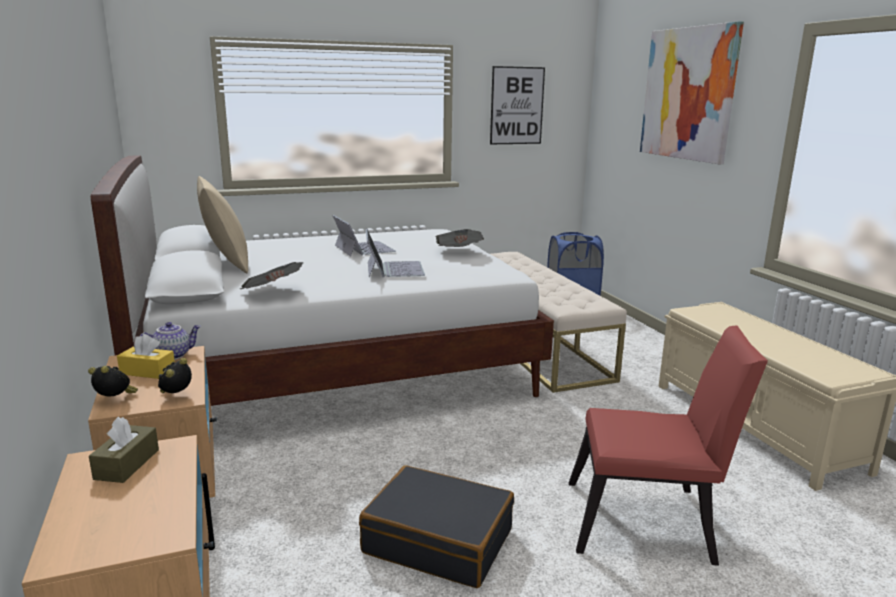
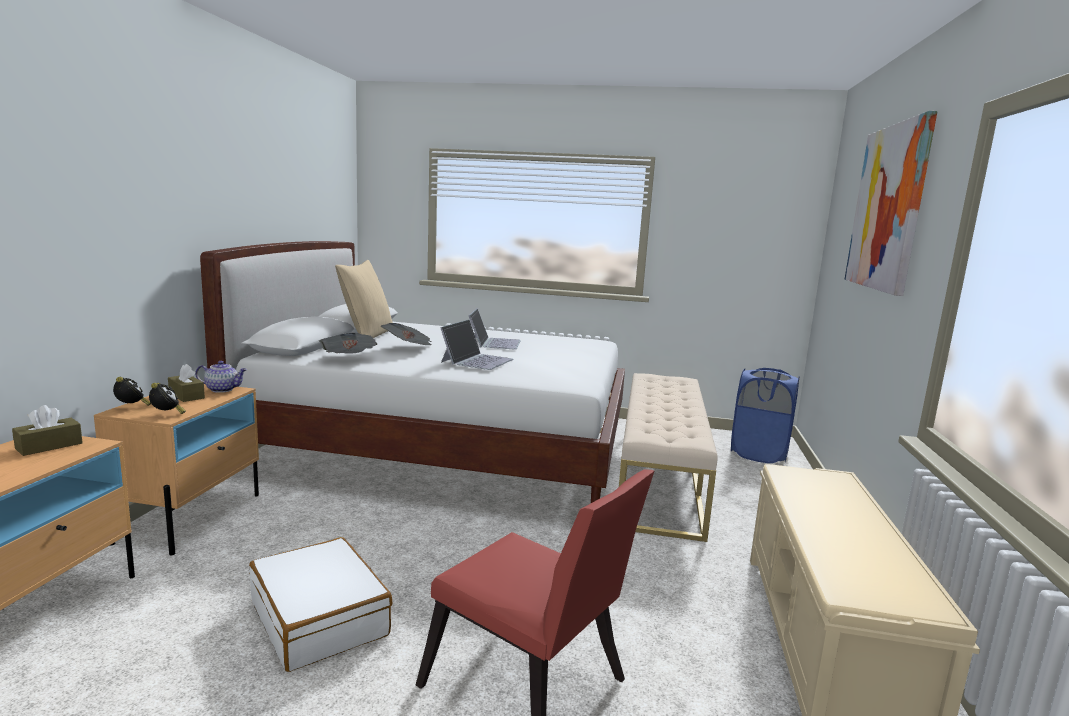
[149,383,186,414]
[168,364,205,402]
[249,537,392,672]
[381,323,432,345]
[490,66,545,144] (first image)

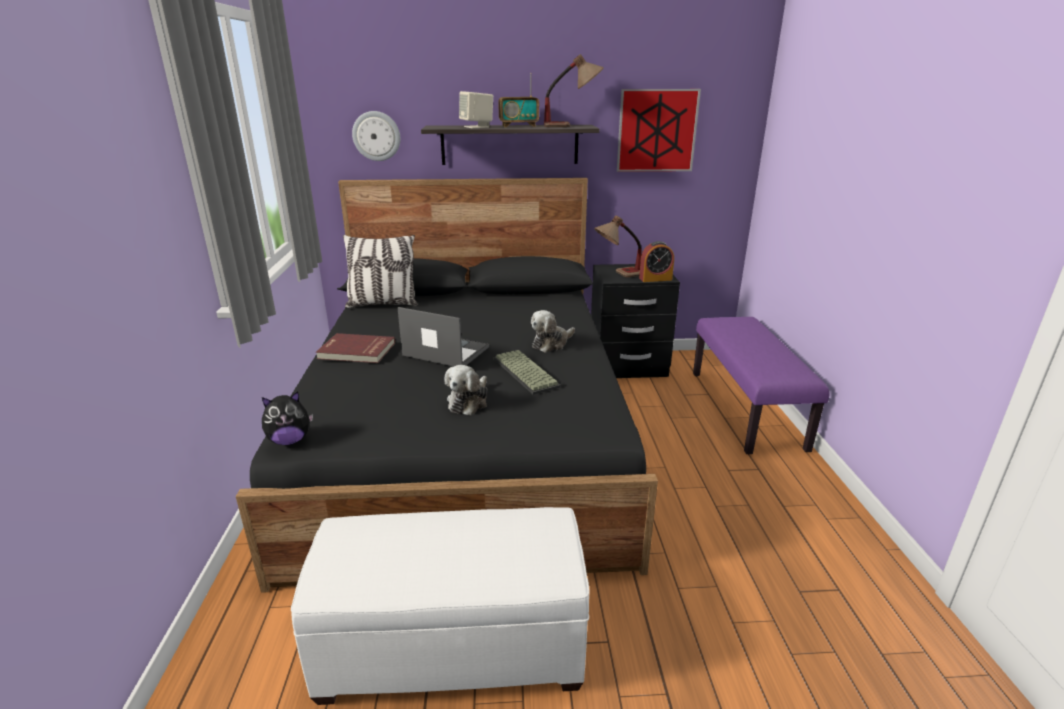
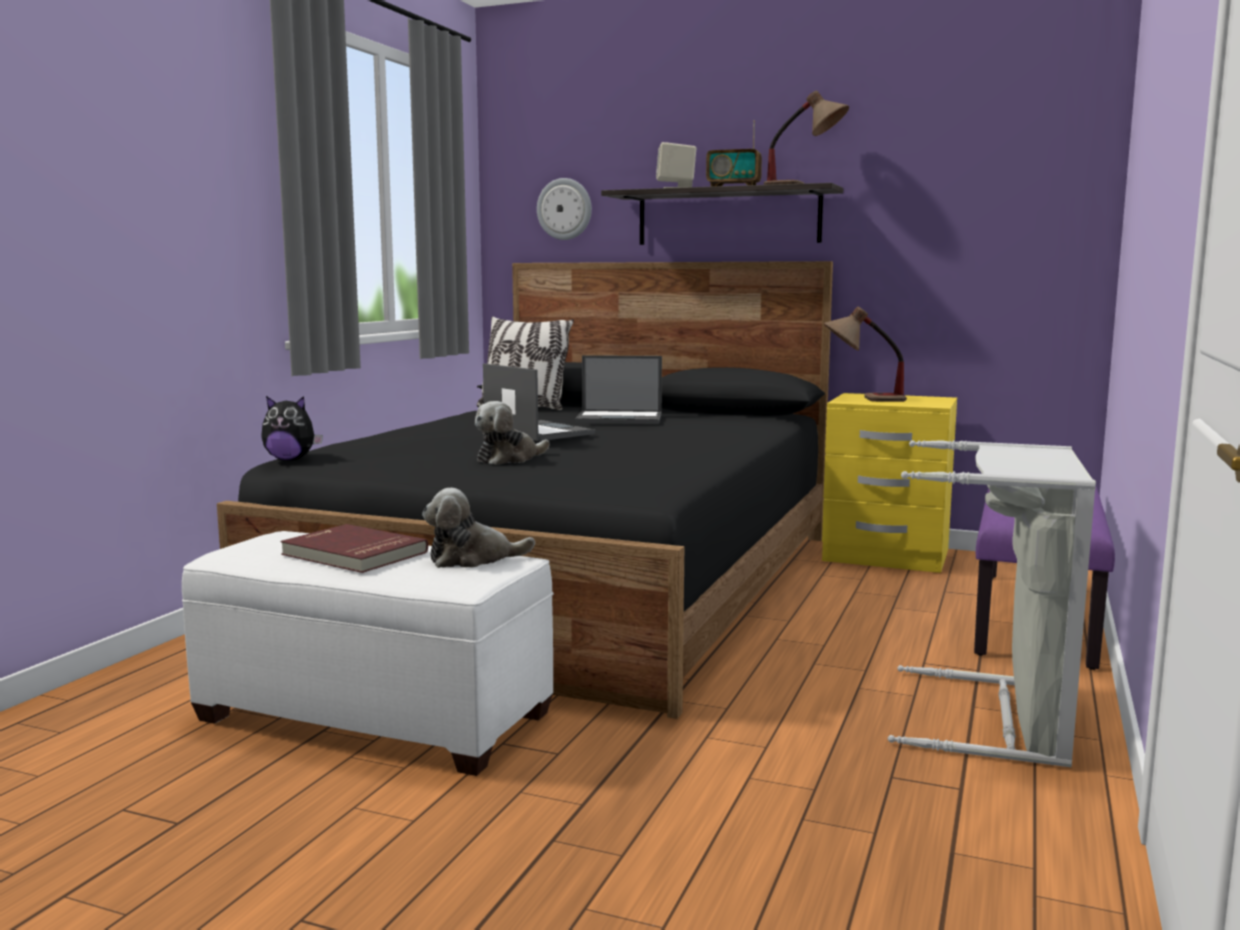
[281,524,428,573]
[422,488,535,568]
[575,355,662,424]
[822,393,957,573]
[888,440,1096,767]
[494,350,561,395] (first image)
[617,89,701,172] (first image)
[639,241,674,282] (first image)

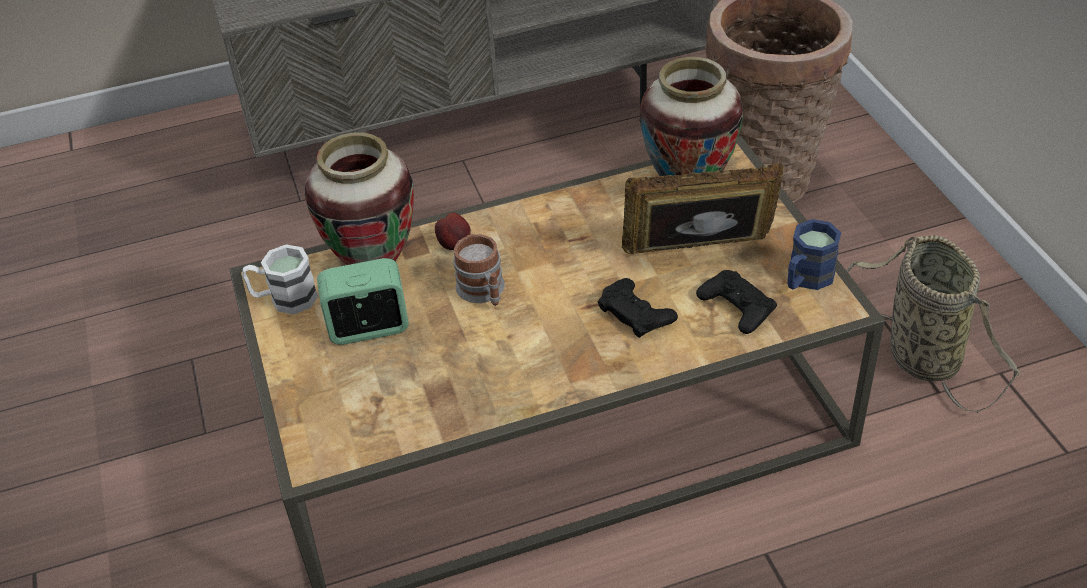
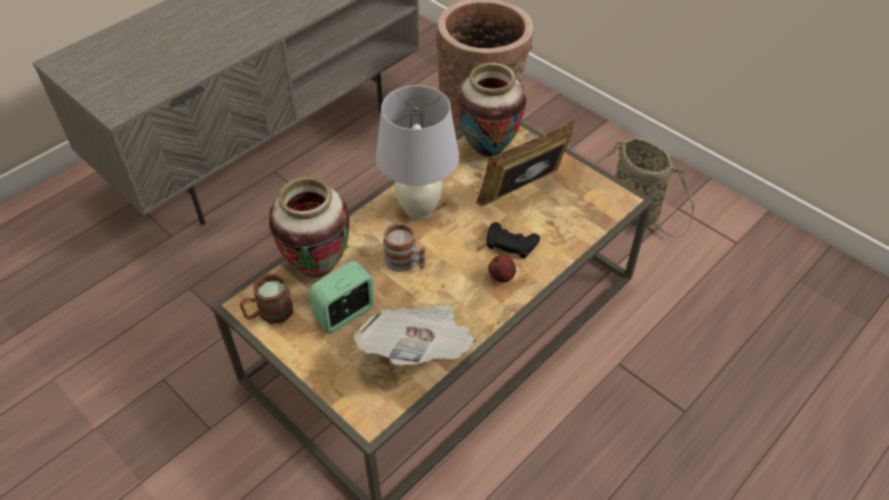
[240,273,293,324]
[354,305,476,365]
[376,85,459,219]
[488,255,516,283]
[696,270,777,334] (first image)
[787,219,841,290] (first image)

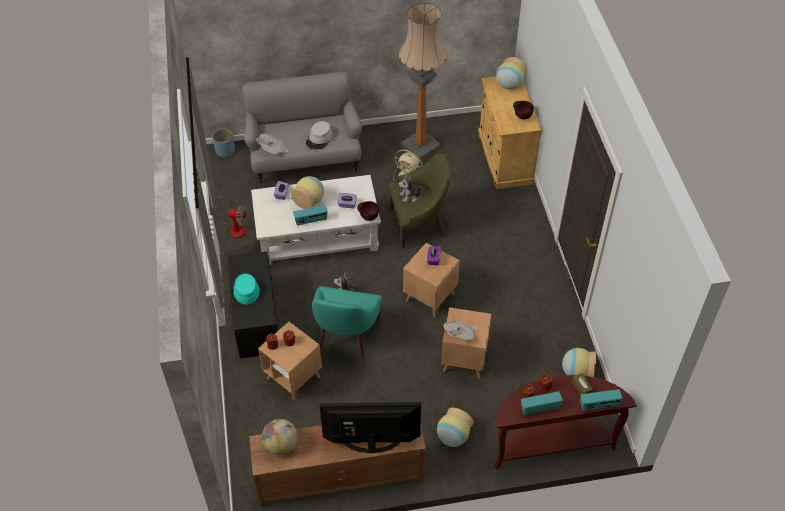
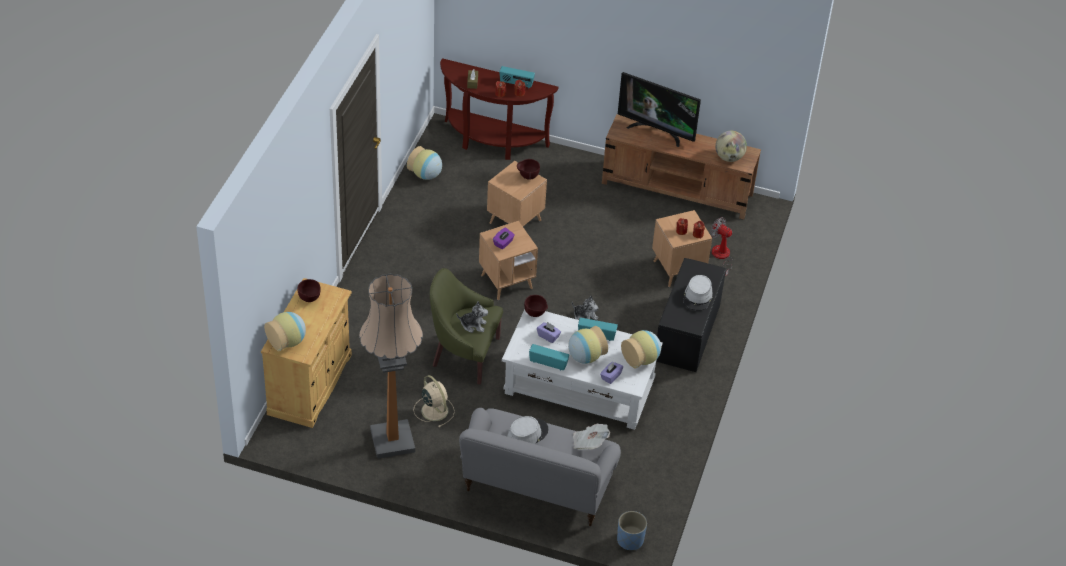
[517,159,540,180]
[529,344,569,370]
[621,330,661,368]
[683,275,713,311]
[710,217,733,276]
[312,286,382,358] (first image)

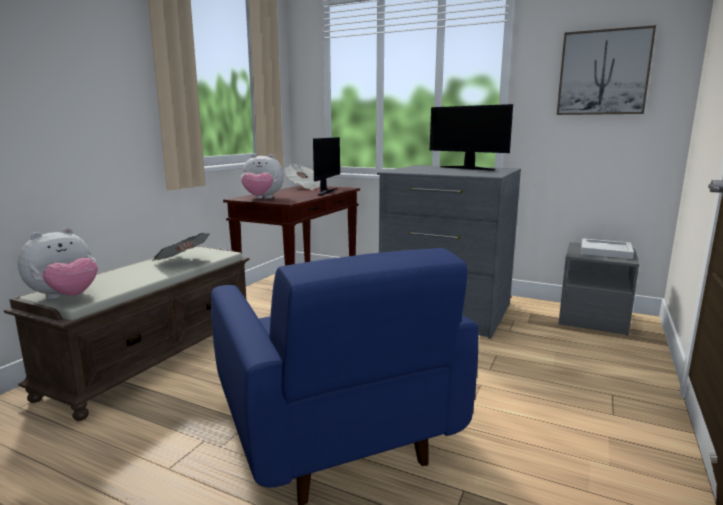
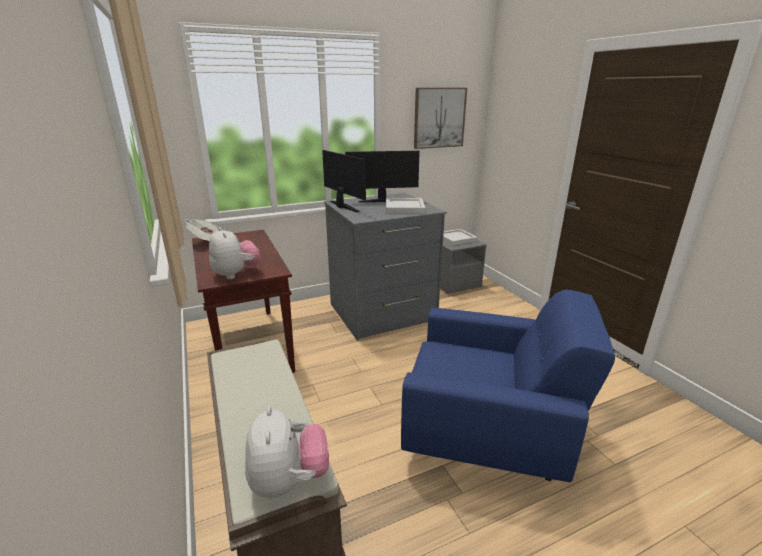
[209,227,261,279]
[322,150,366,212]
[386,198,425,213]
[152,233,210,261] (first image)

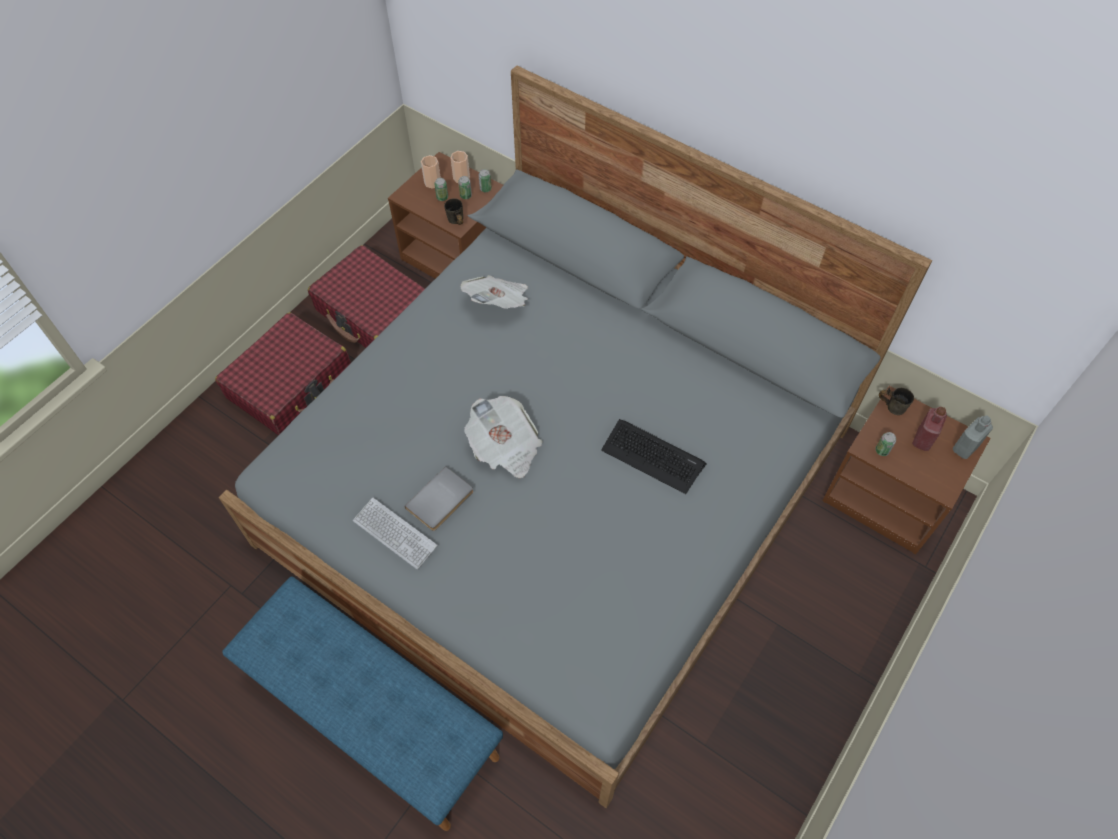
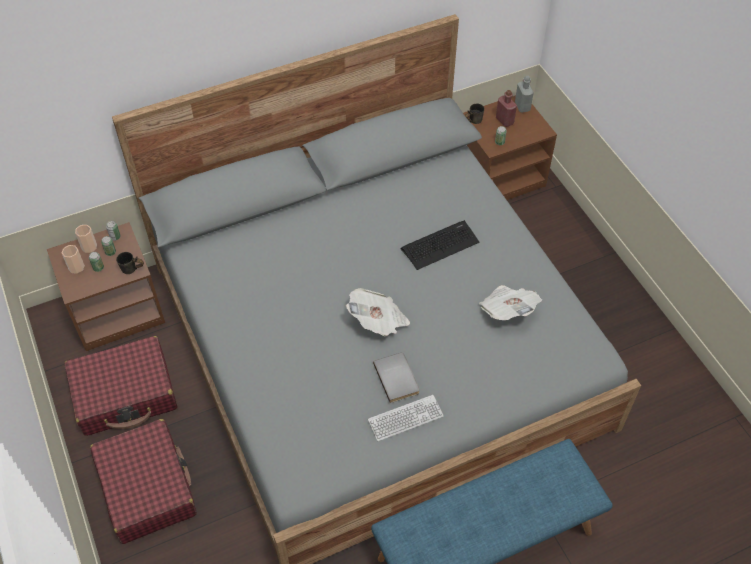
[479,285,542,320]

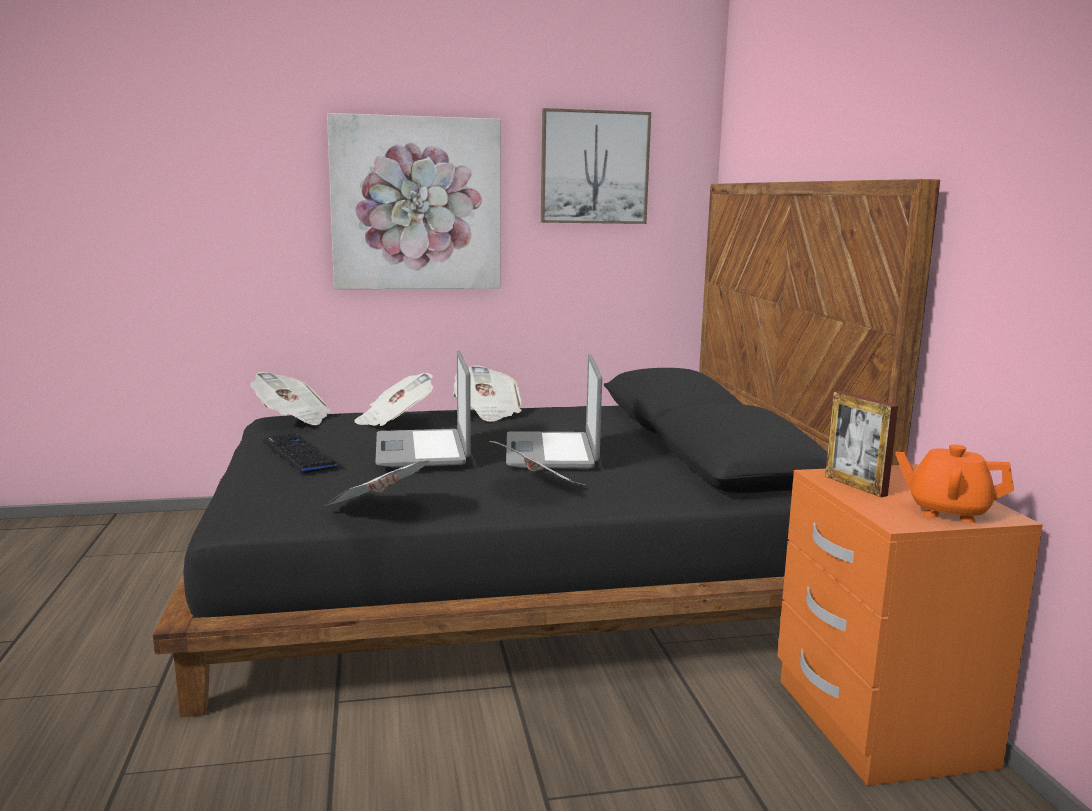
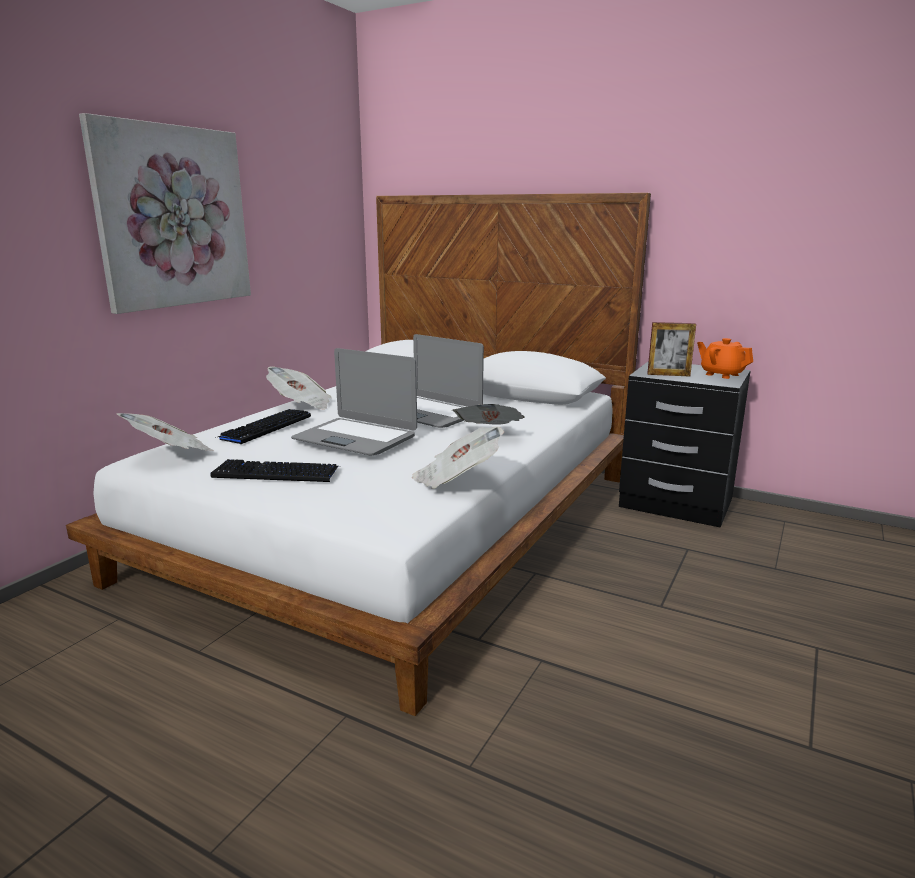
[66,193,651,716]
[215,409,311,444]
[619,361,751,528]
[697,338,753,379]
[541,108,651,224] (first image)

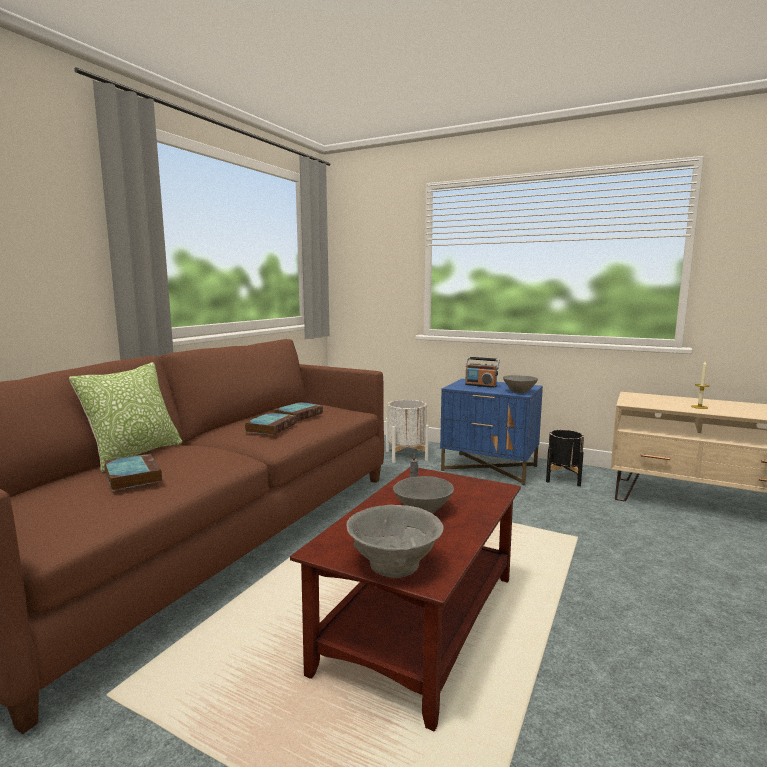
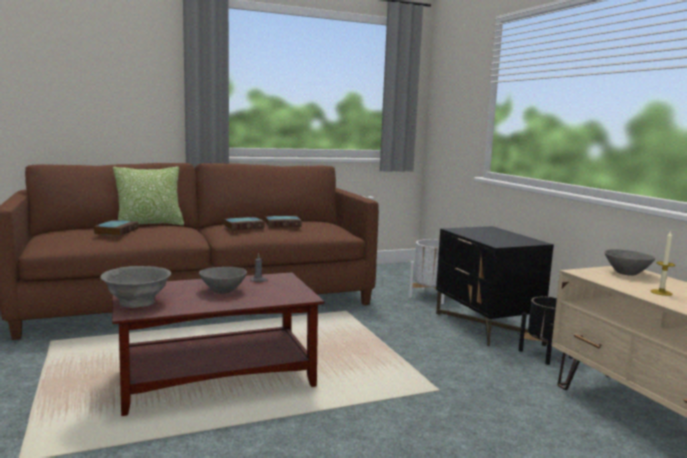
[436,226,554,346]
[604,249,655,275]
[465,357,500,388] (first image)

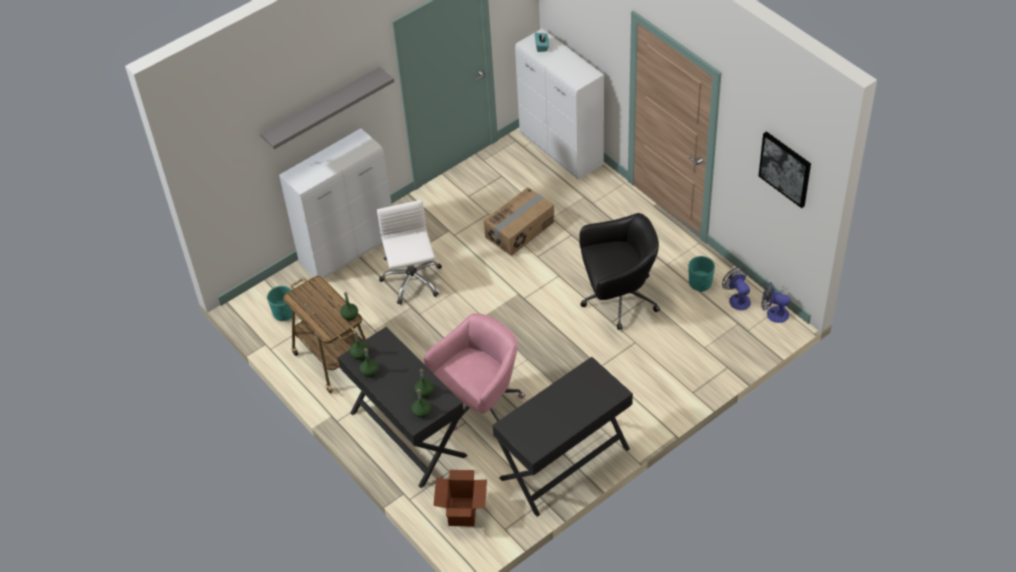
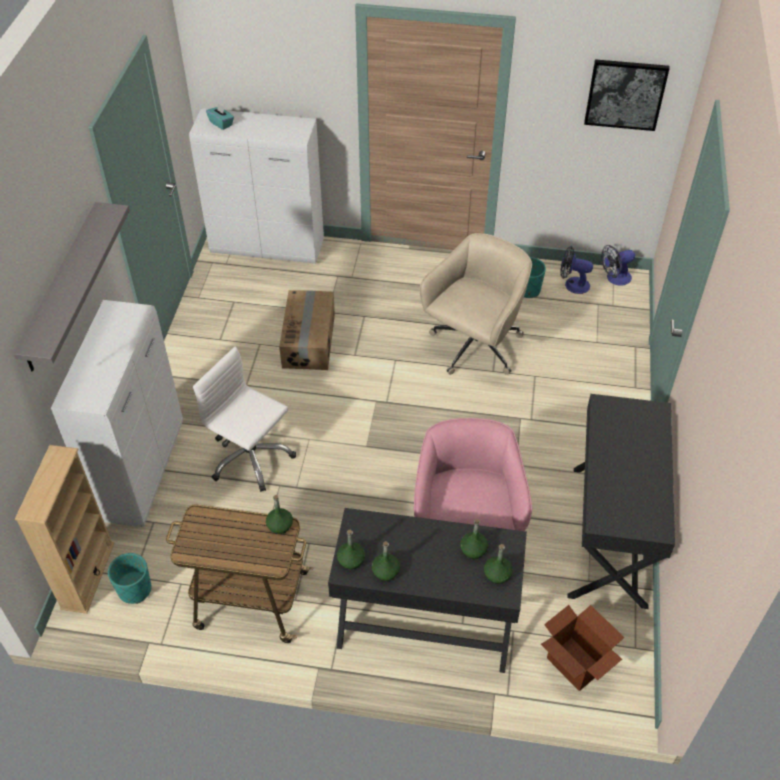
[15,445,115,614]
[420,233,532,375]

